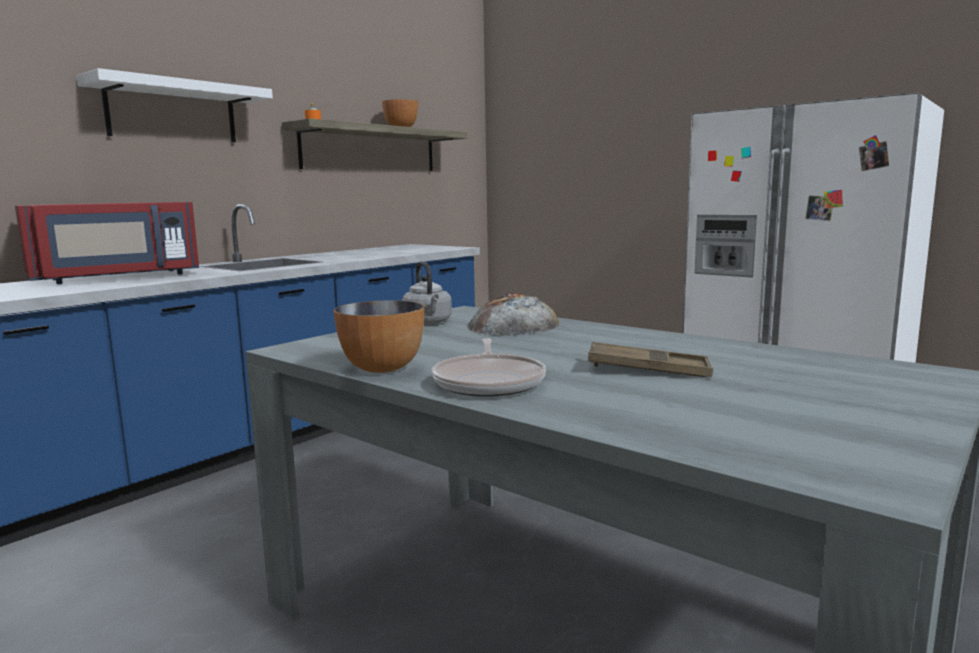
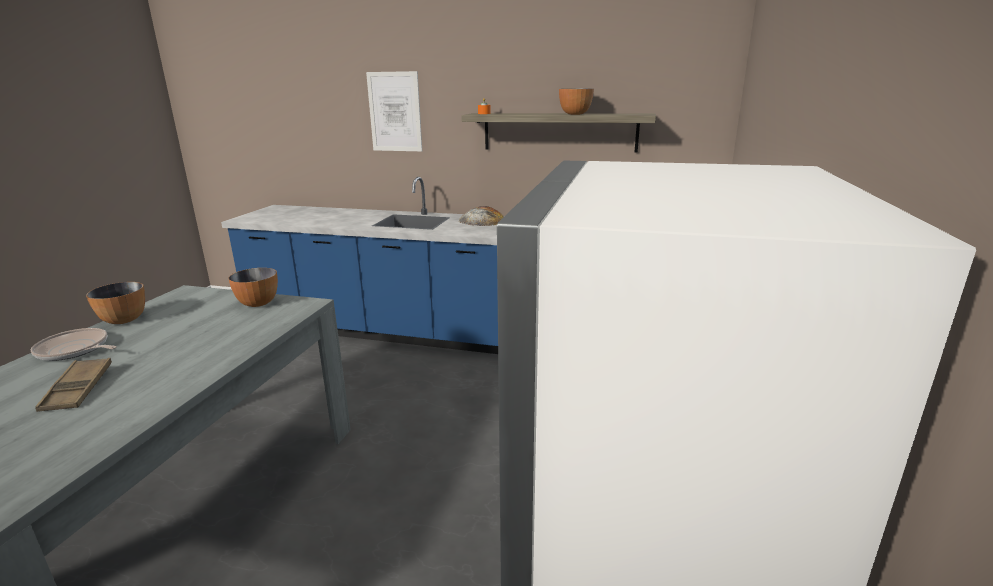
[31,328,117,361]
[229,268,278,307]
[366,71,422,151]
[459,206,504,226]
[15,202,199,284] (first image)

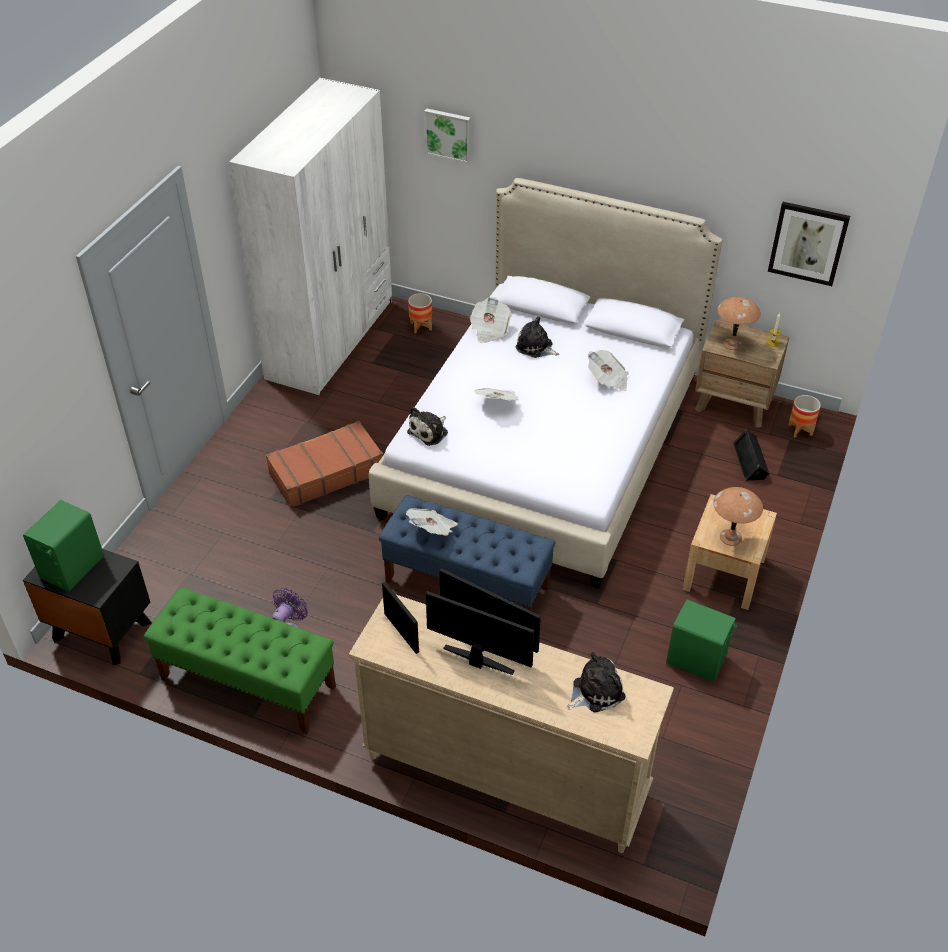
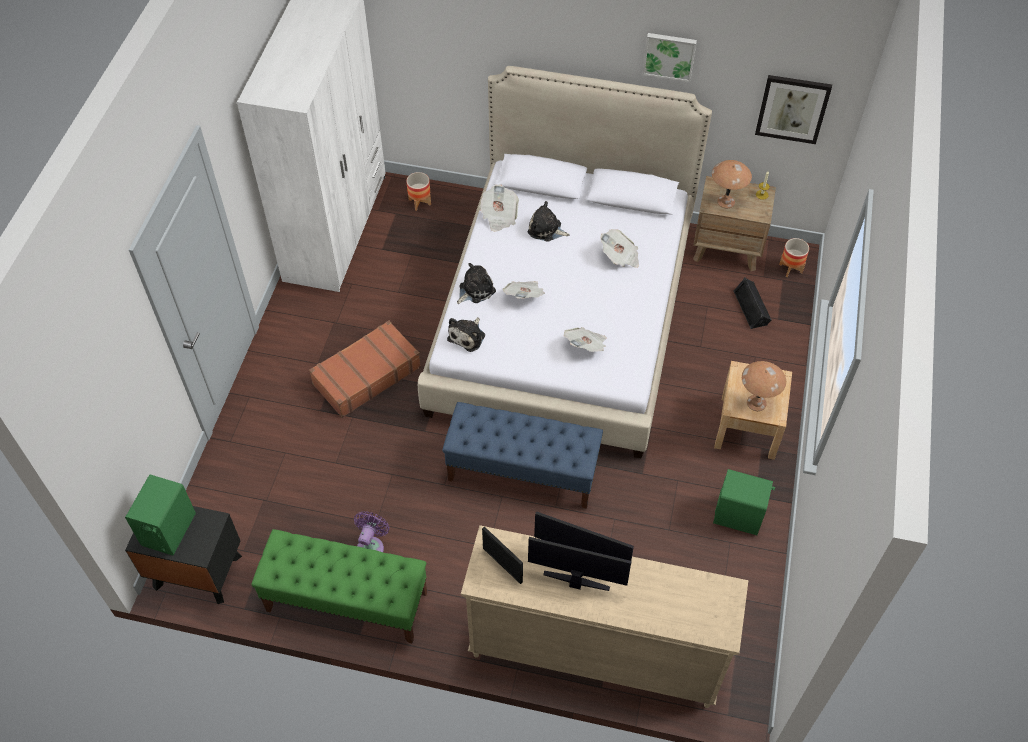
[457,263,496,304]
[564,327,606,352]
[643,33,697,82]

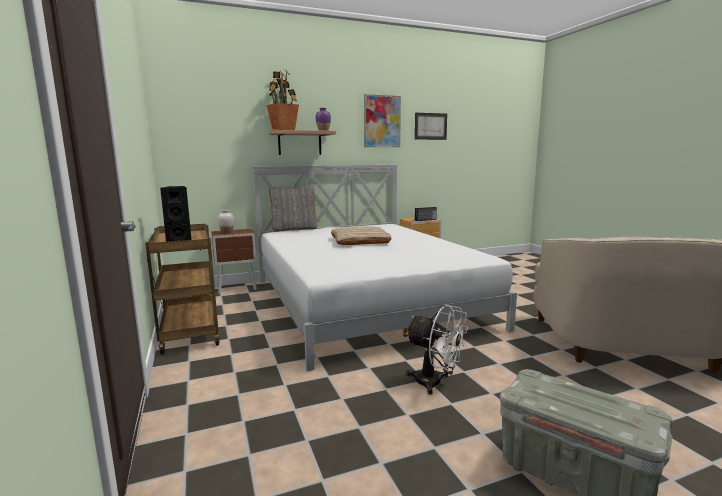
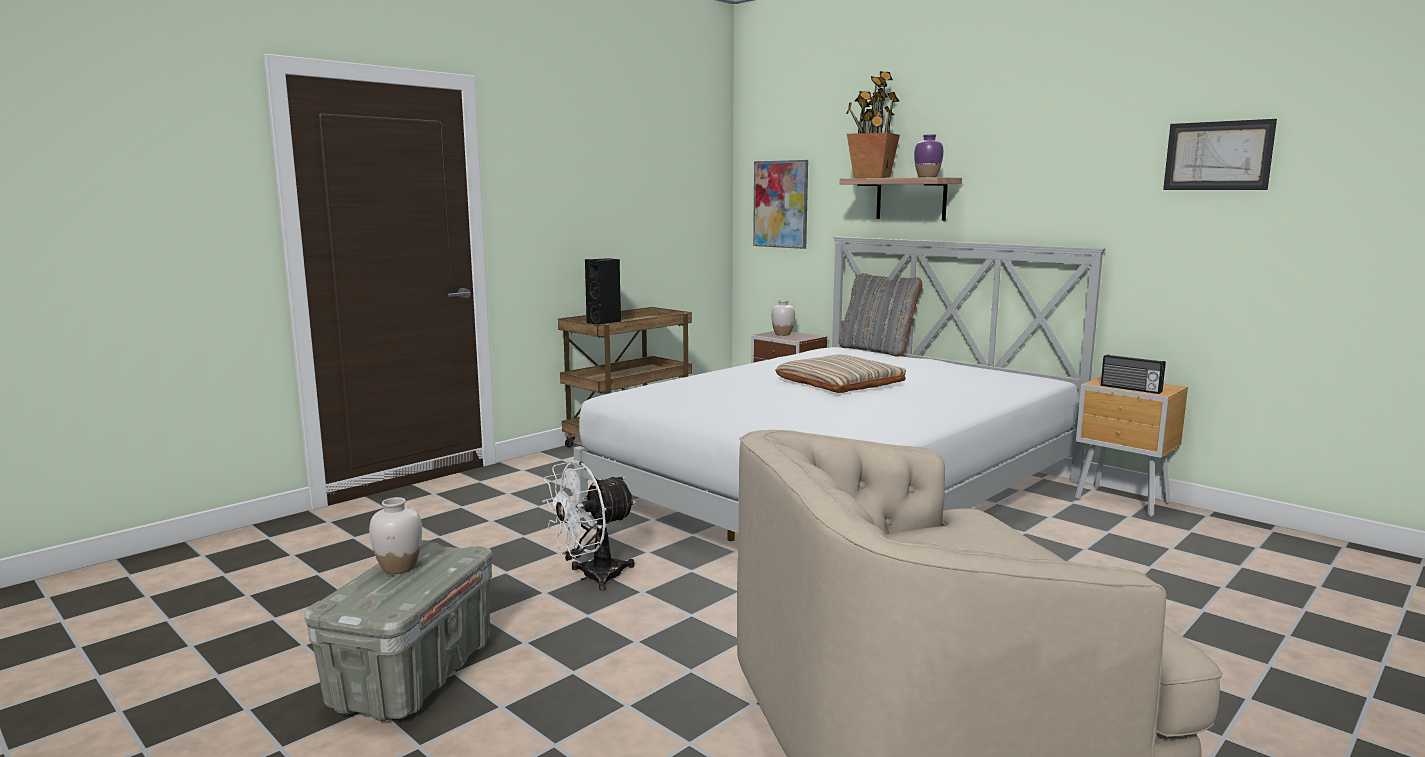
[369,497,422,574]
[542,460,636,591]
[753,160,808,249]

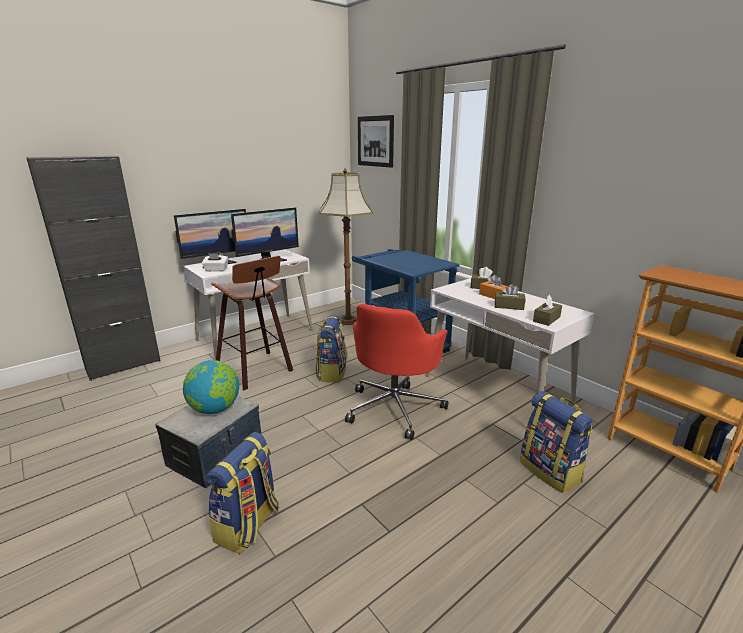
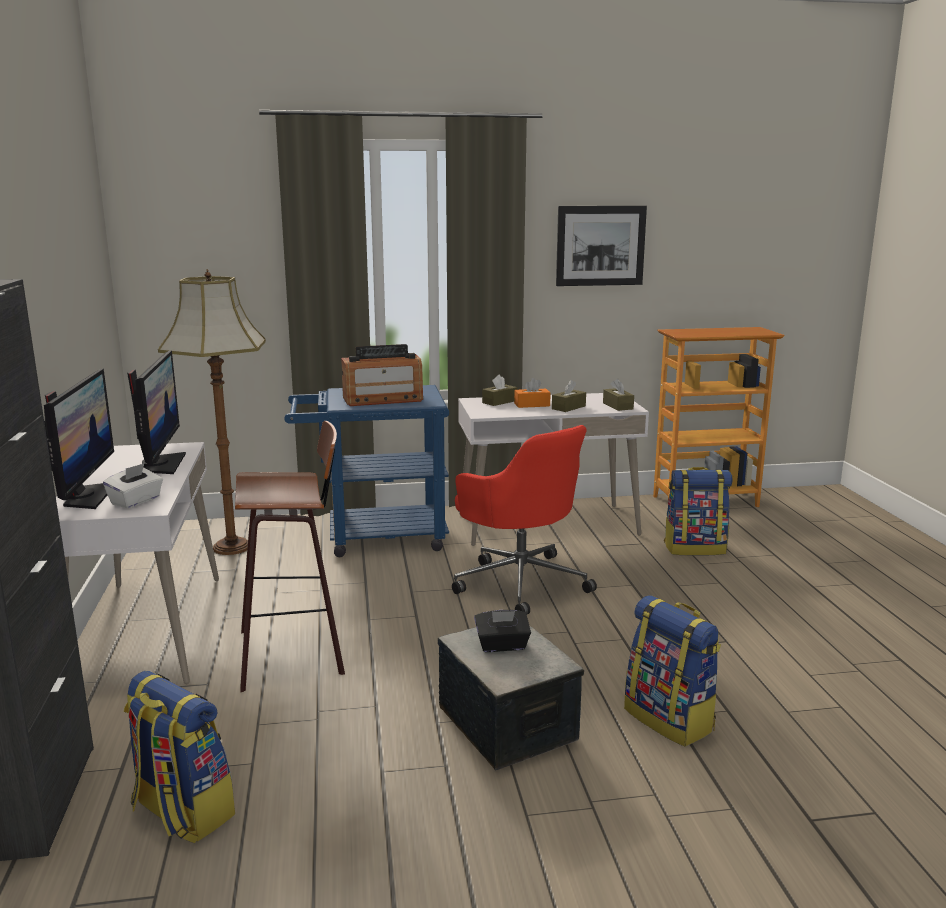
[124,671,235,843]
[341,344,423,406]
[474,610,531,652]
[556,206,647,286]

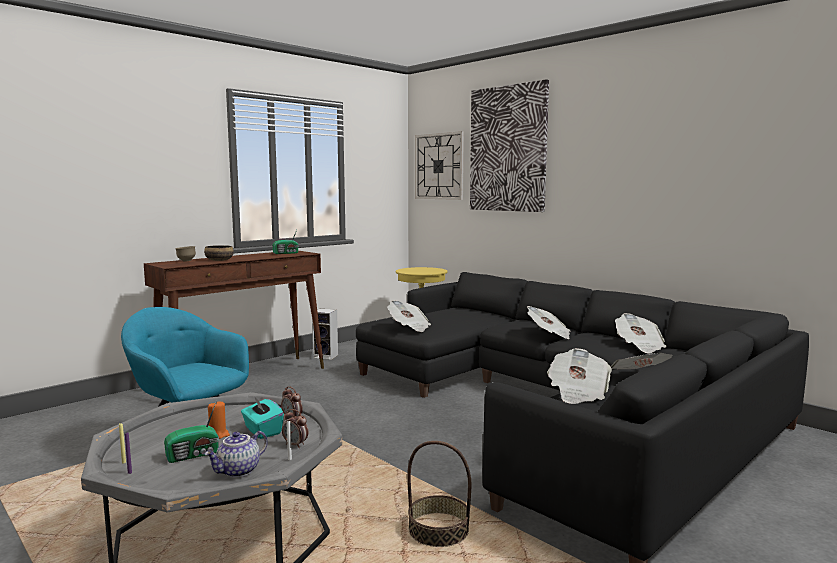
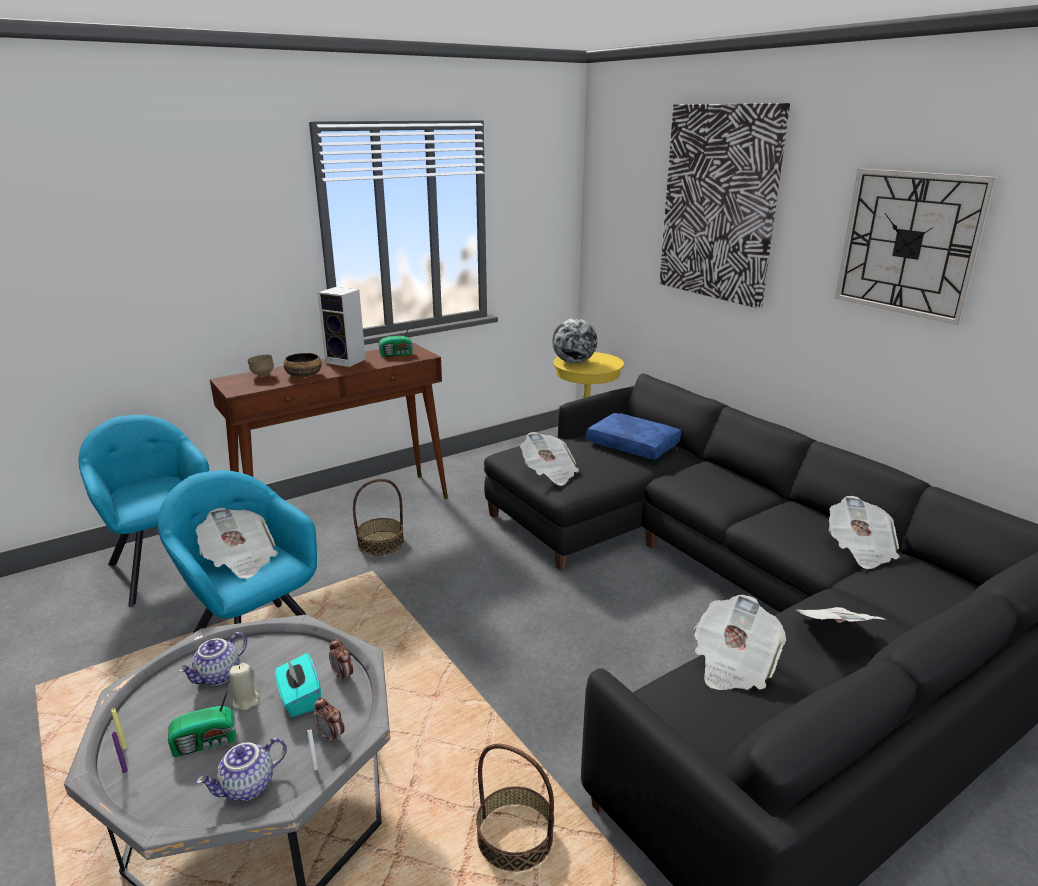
[78,415,209,607]
[179,632,247,685]
[196,508,278,579]
[229,663,259,710]
[318,287,366,367]
[353,479,404,555]
[552,318,597,364]
[586,413,681,460]
[835,169,998,325]

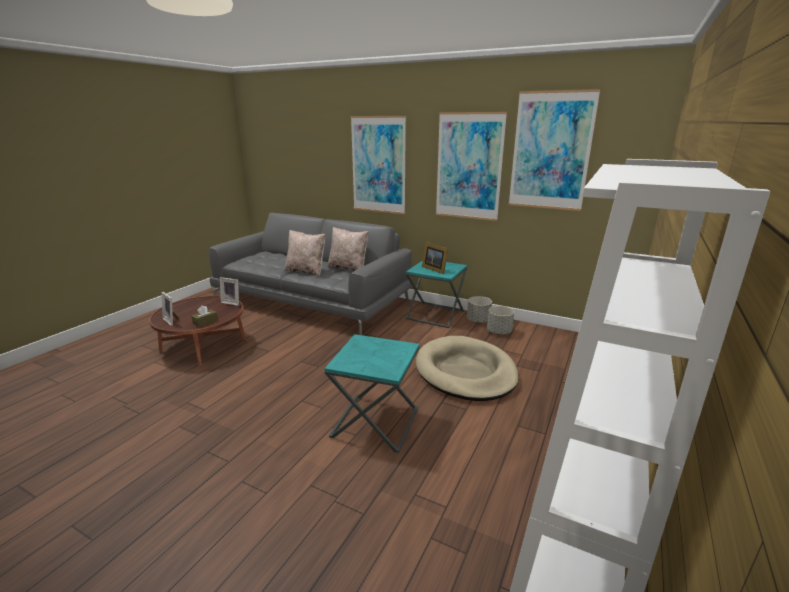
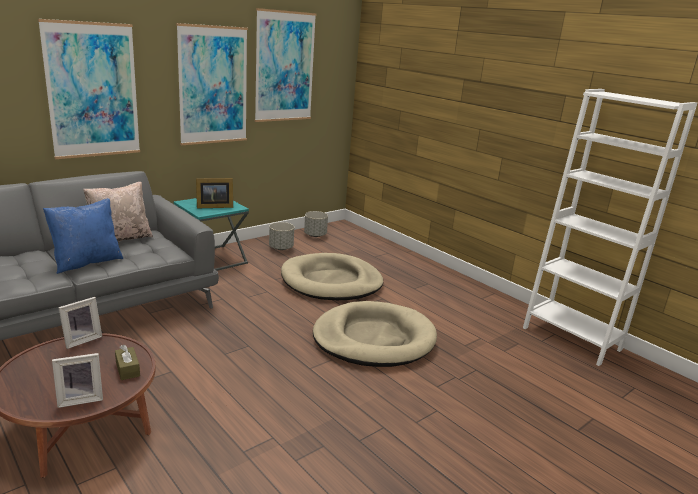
[43,198,124,274]
[304,211,328,237]
[313,301,437,367]

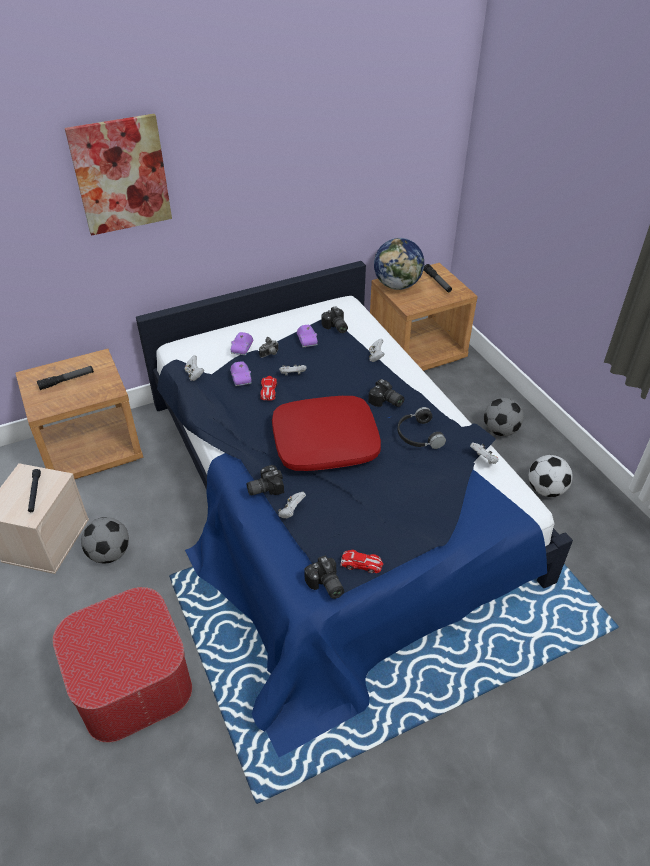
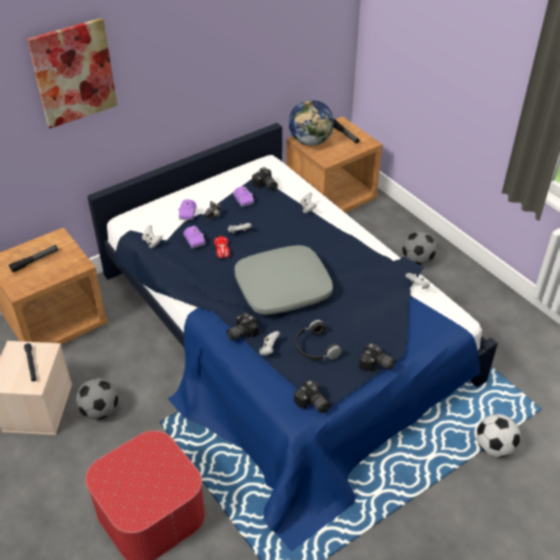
[234,245,333,315]
[295,320,342,360]
[359,343,396,372]
[476,414,520,458]
[340,550,383,573] (first image)

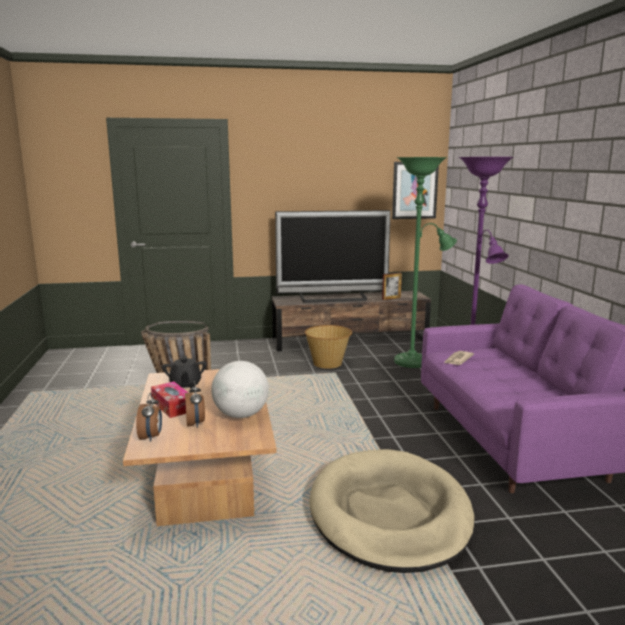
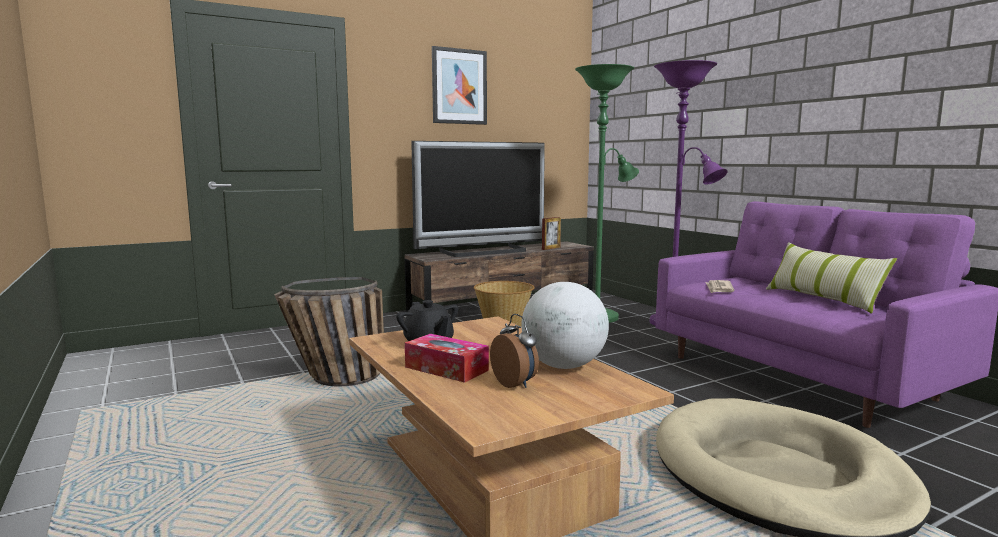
[432,46,487,125]
[766,242,897,314]
[136,393,162,442] (first image)

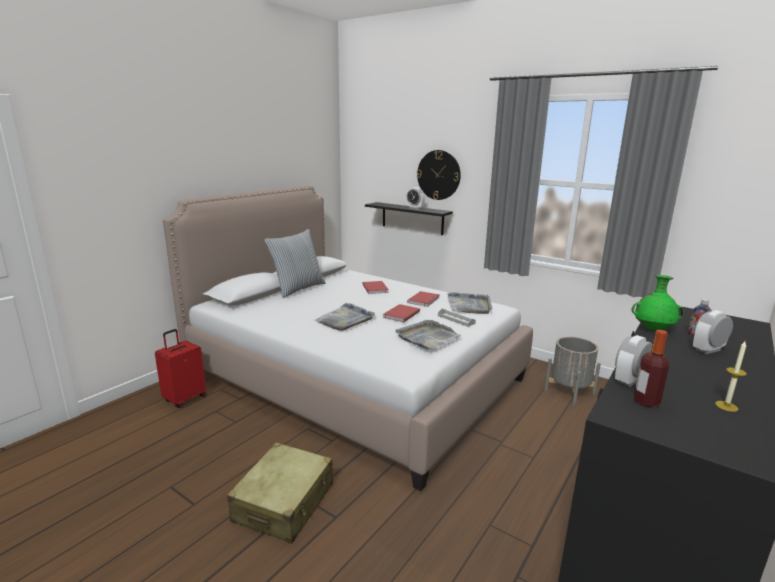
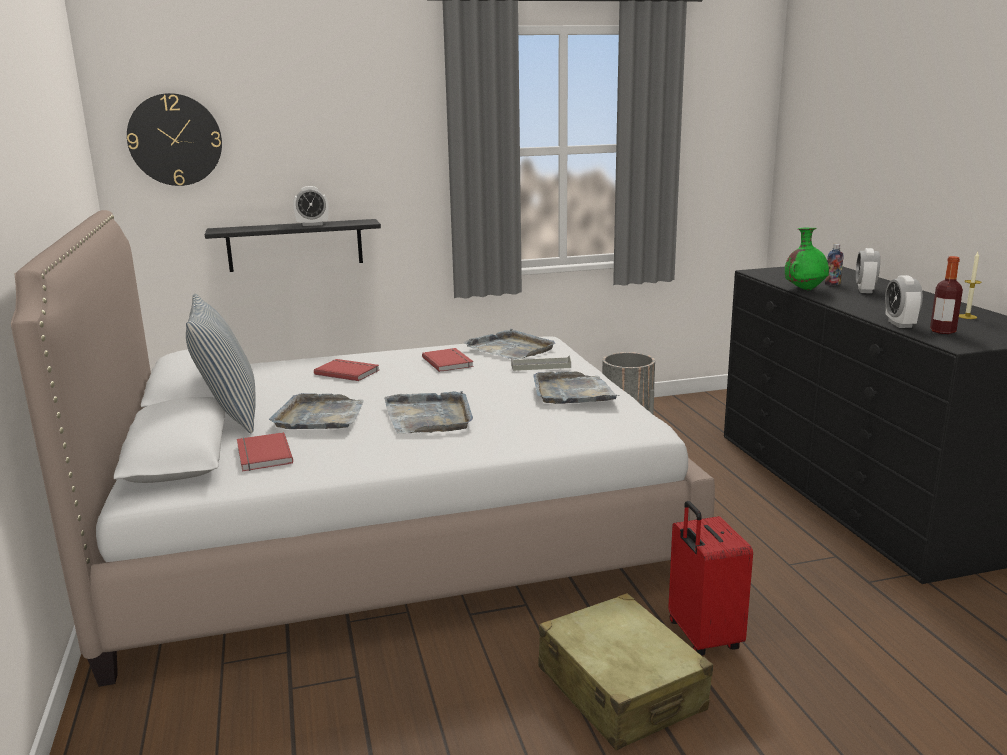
[127,93,222,186]
[237,432,293,472]
[269,393,364,429]
[668,501,753,656]

